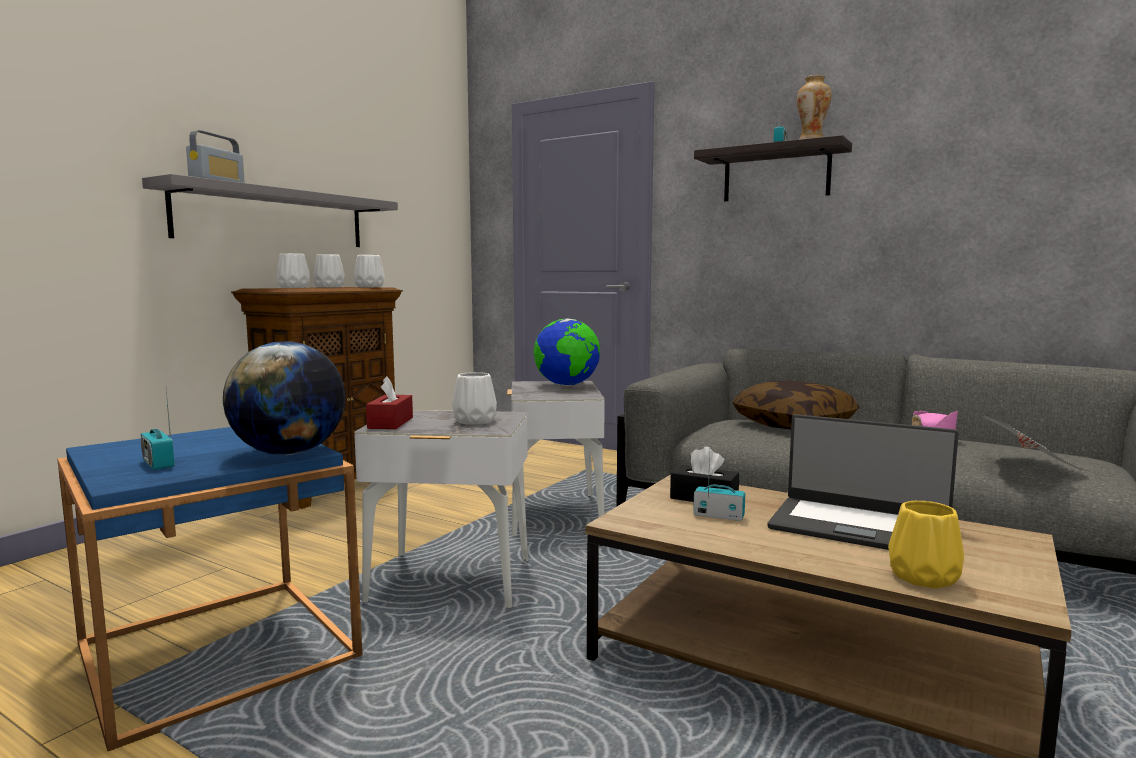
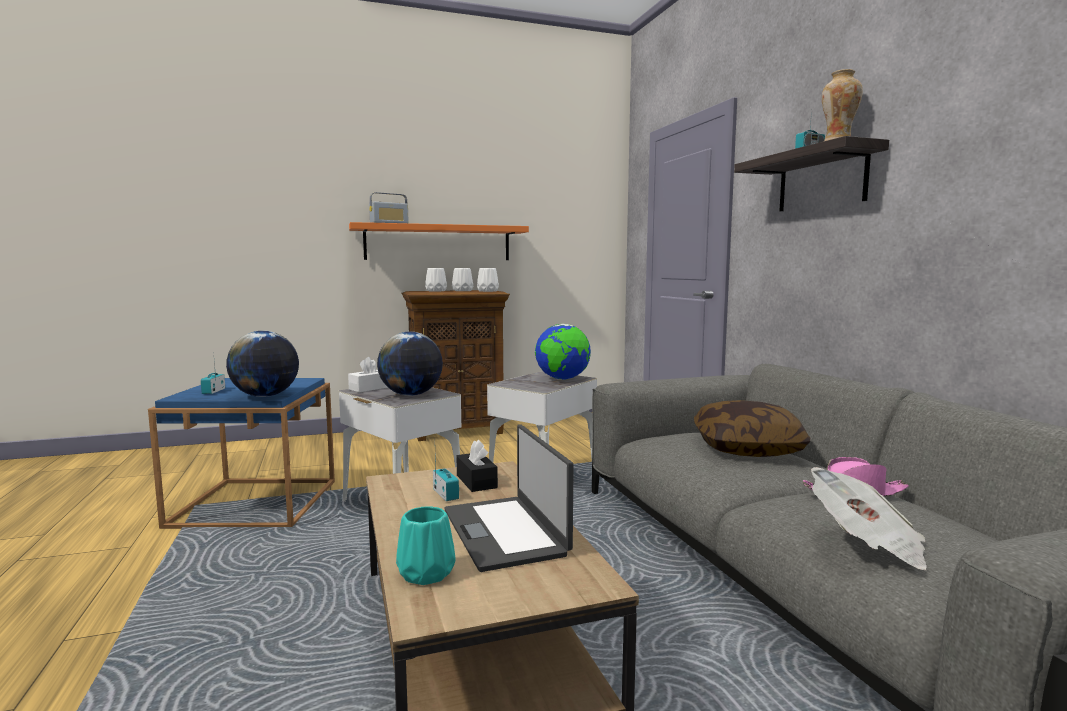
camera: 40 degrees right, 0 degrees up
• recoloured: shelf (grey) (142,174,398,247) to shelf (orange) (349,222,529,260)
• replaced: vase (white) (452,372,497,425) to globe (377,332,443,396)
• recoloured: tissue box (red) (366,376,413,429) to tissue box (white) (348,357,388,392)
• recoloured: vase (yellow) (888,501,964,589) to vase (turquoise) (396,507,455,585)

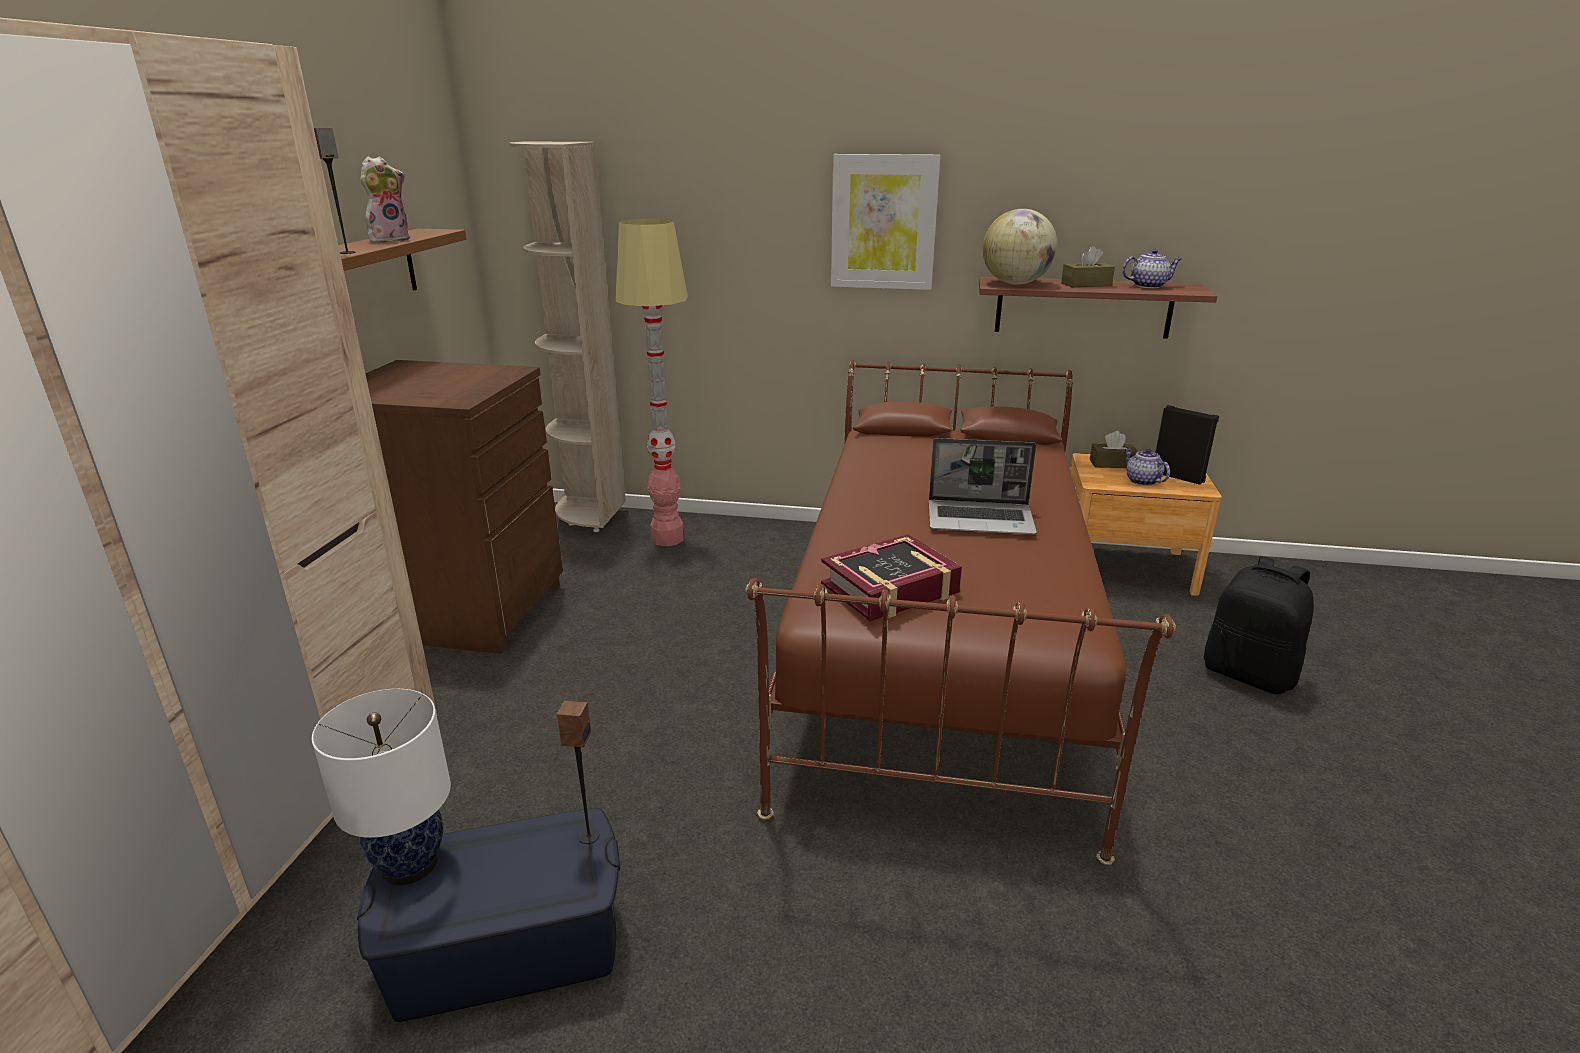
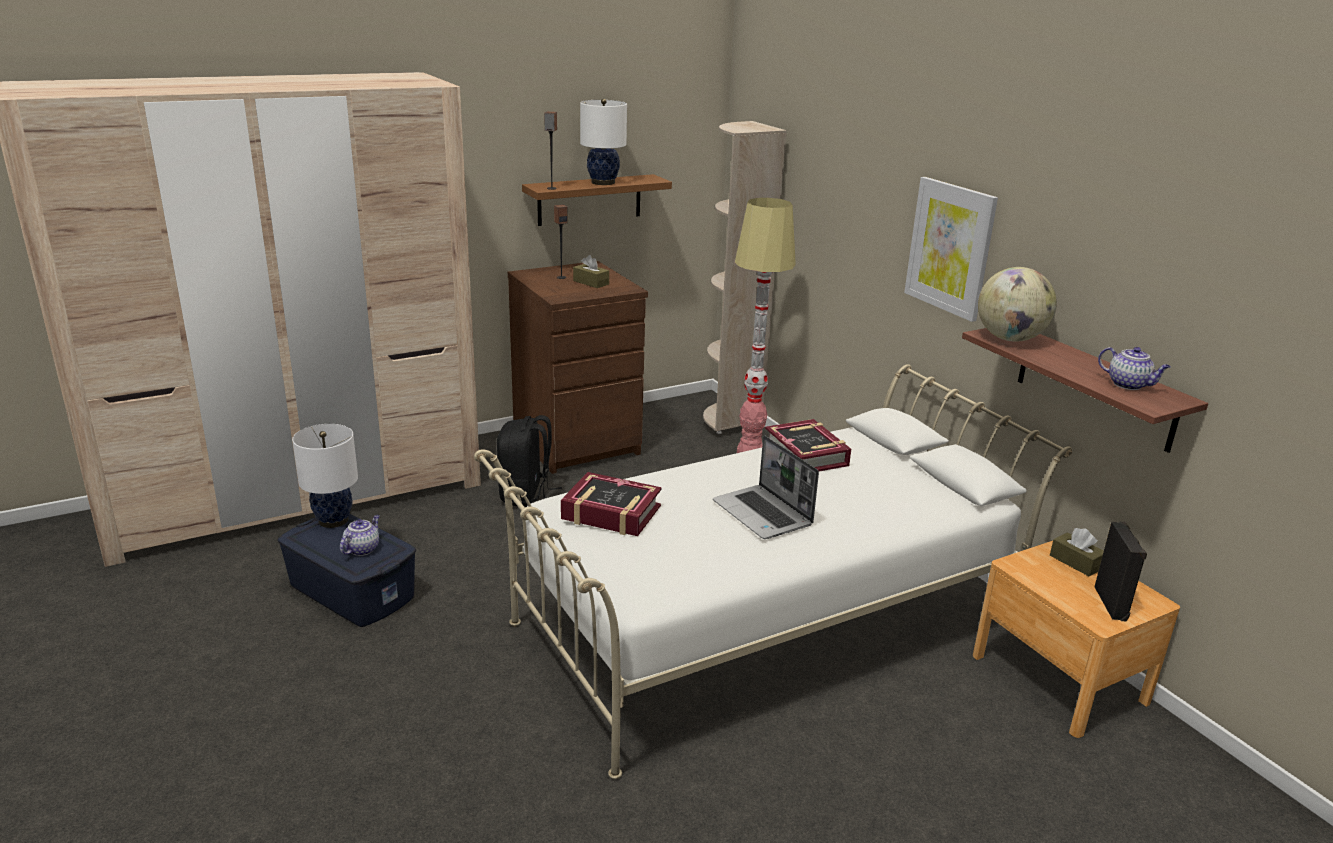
camera: 50 degrees right, 0 degrees up
• replaced: plush toy (360,156,410,243) to table lamp (white) (580,99,627,185)
• moved: tissue box (brown) (1061,246,1115,287) to (573,255,609,288)
• recoloured: bed (brown) (745,360,1176,866) to bed (white) (474,364,1072,779)
• moved: teapot (1124,449,1170,486) to (340,515,380,556)
• moved: backpack (black) (1204,556,1314,695) to (497,415,562,507)
• moved: speaker (556,701,599,844) to (554,204,568,279)
• added: book (765,419,851,471)

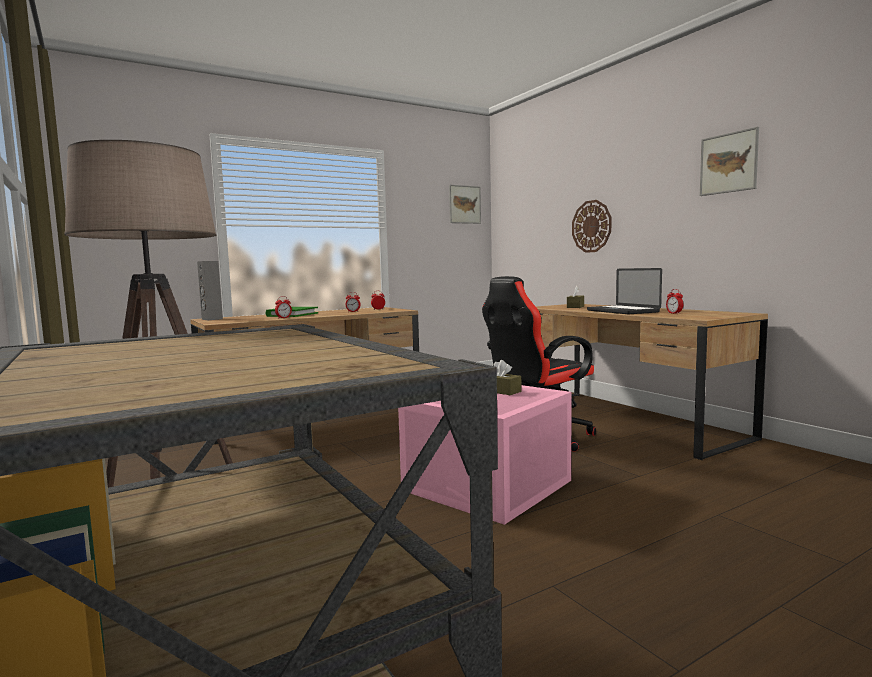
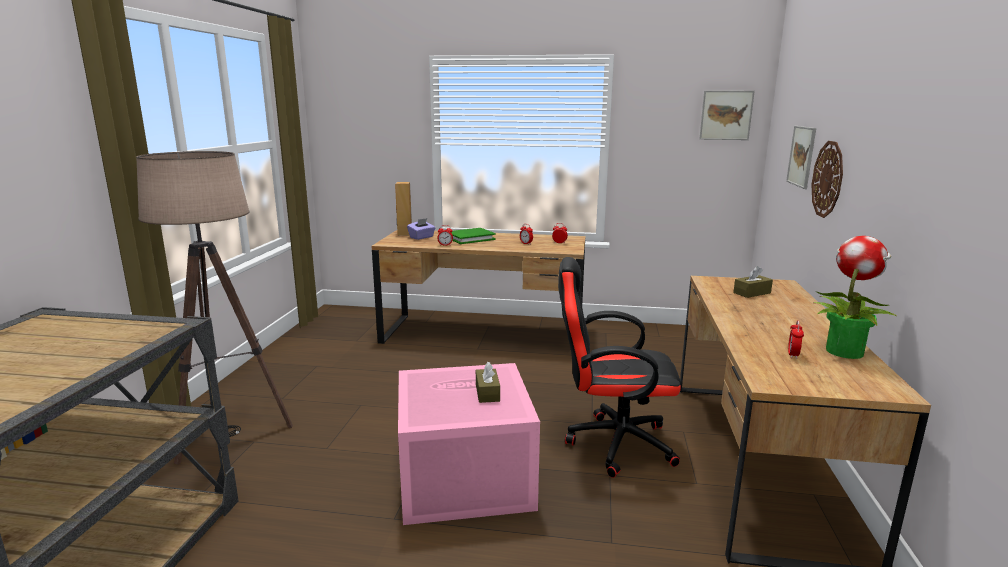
camera: 40 degrees right, 10 degrees up
• moved: picture (700,127,759,196) to (786,126,816,189)
• recoloured: speaker (grey) (197,261,223,320) to speaker (brown) (395,182,412,236)
• removed: laptop (587,268,662,314)
• added: tissue box (purple) (407,218,436,240)
• added: potted plant (814,236,898,359)

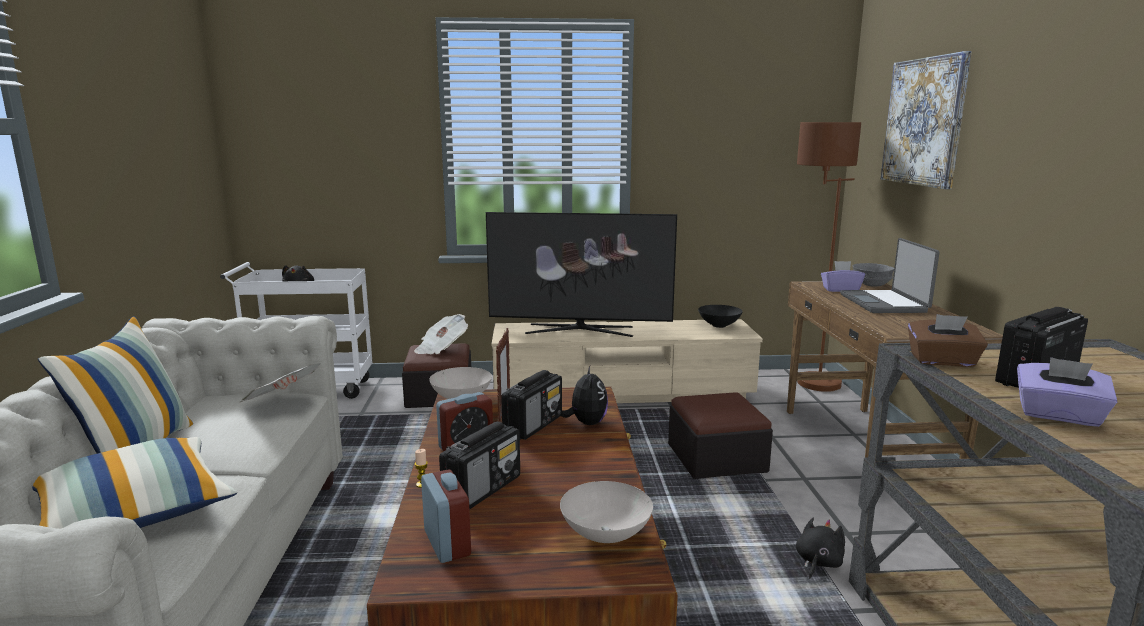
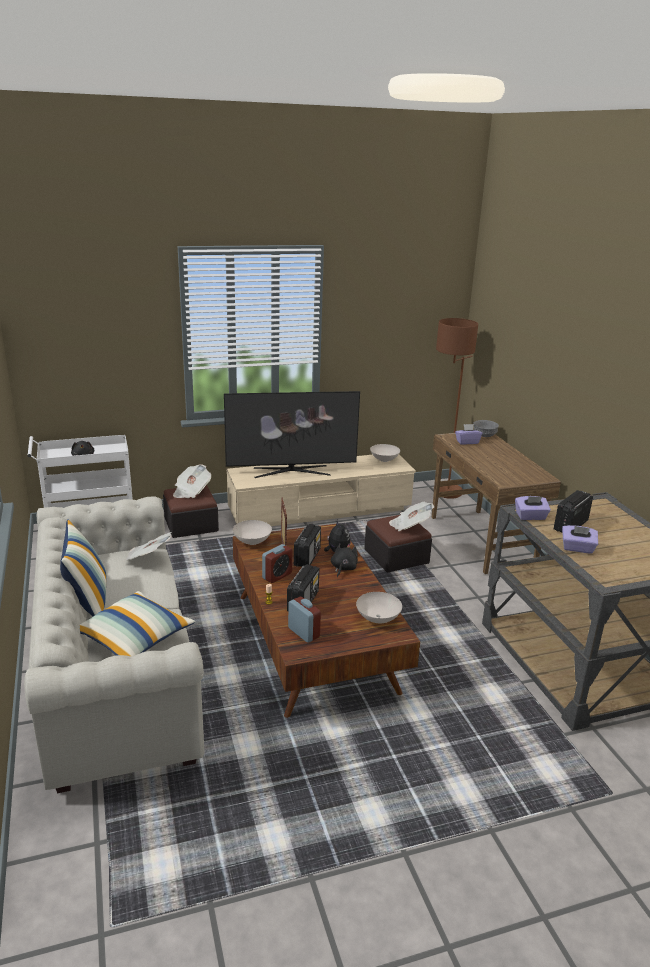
camera: 15 degrees left, 10 degrees up
• removed: picture (881,51,972,189)
• removed: laptop (840,238,940,313)
• recoloured: bowl (black) (698,305,743,328) to bowl (white) (370,444,400,462)
• recoloured: tissue box (brown) (908,314,988,367) to tissue box (purple) (515,496,551,520)
• moved: plush toy (black) (796,518,845,579) to (331,543,358,577)
• added: newspaper (389,501,434,531)

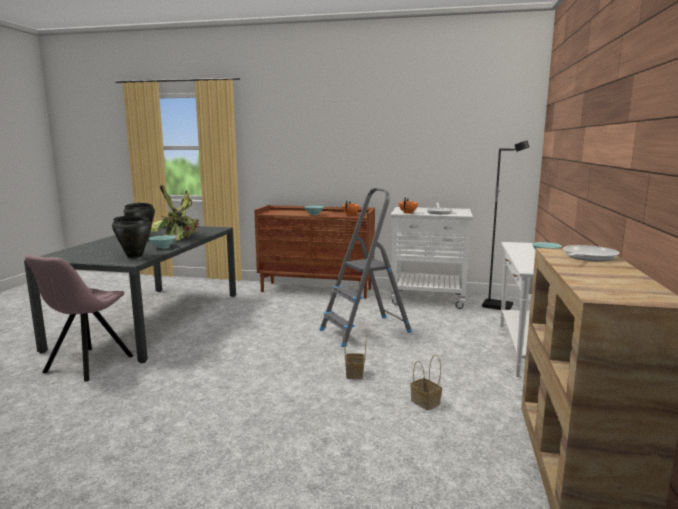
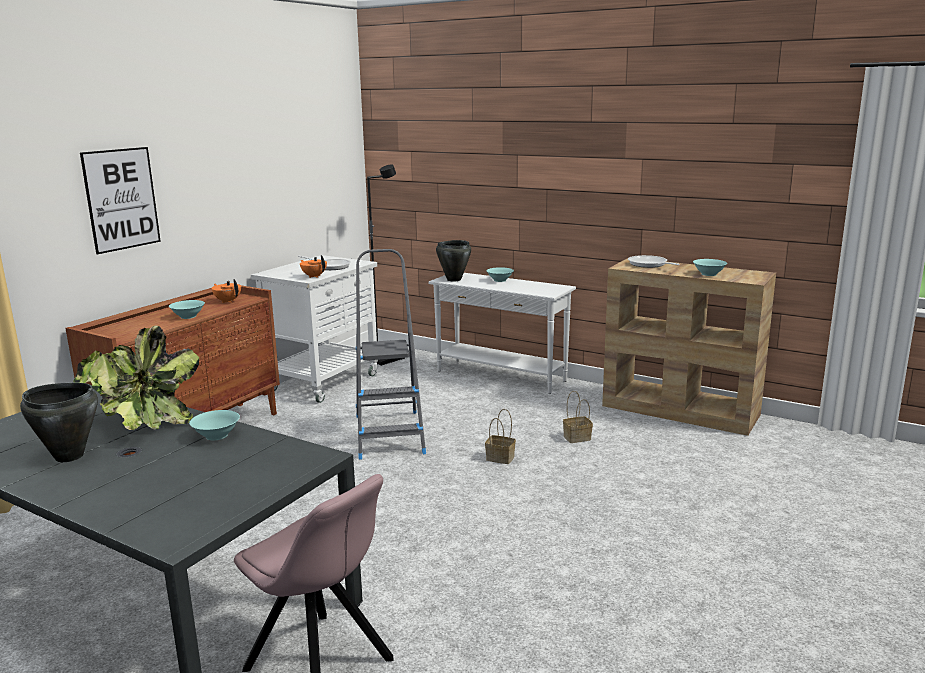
camera: 70 degrees left, 5 degrees up
• moved: cooking pot (black) (112,216,152,258) to (436,240,471,282)
• added: picture (80,147,161,254)
• added: bowl (turquoise) (693,259,727,276)

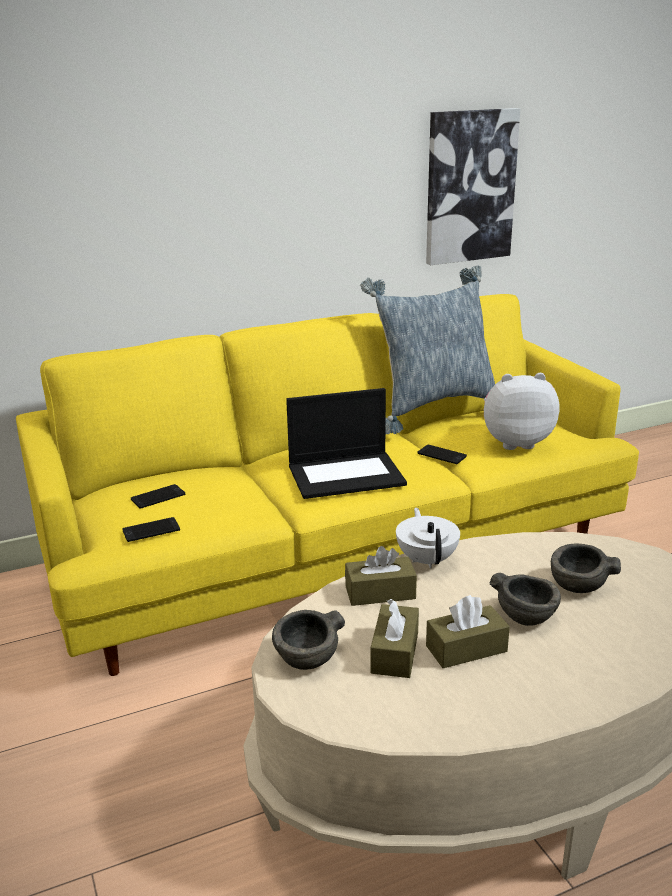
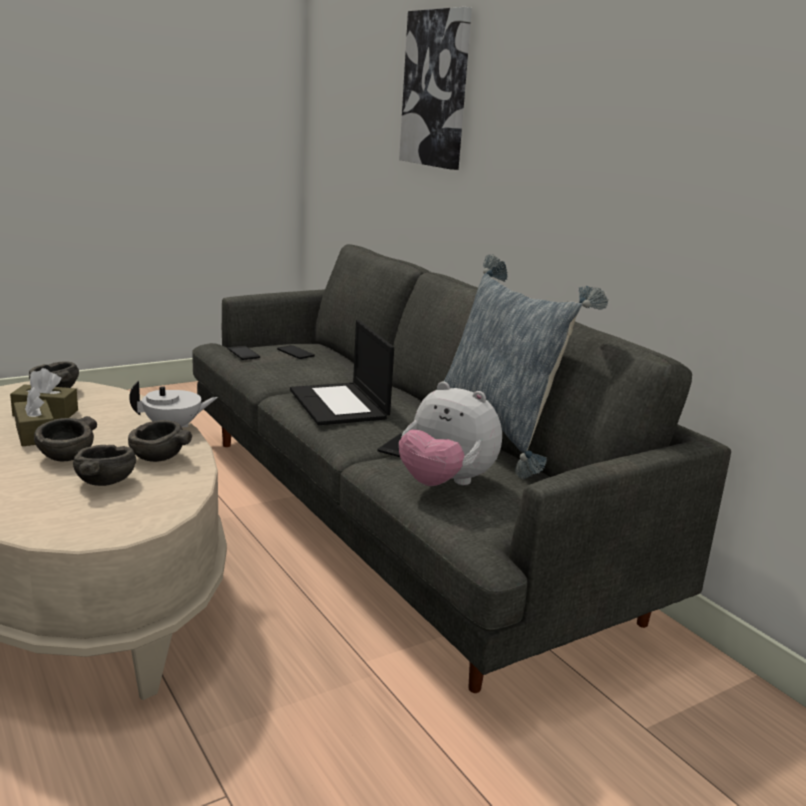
camera: 80 degrees right, 5 degrees down
• moved: picture (426,108,520,265) to (399,7,472,170)
• recoloured: sofa (yellow) (16,294,639,676) to sofa (grey) (192,244,731,693)
• turned: plush toy (484,373,559,450) = (399,381,502,486) 135 degrees clockwise
• removed: tissue box (brown) (345,546,417,606)
• added: bowl (grey) (128,420,192,462)

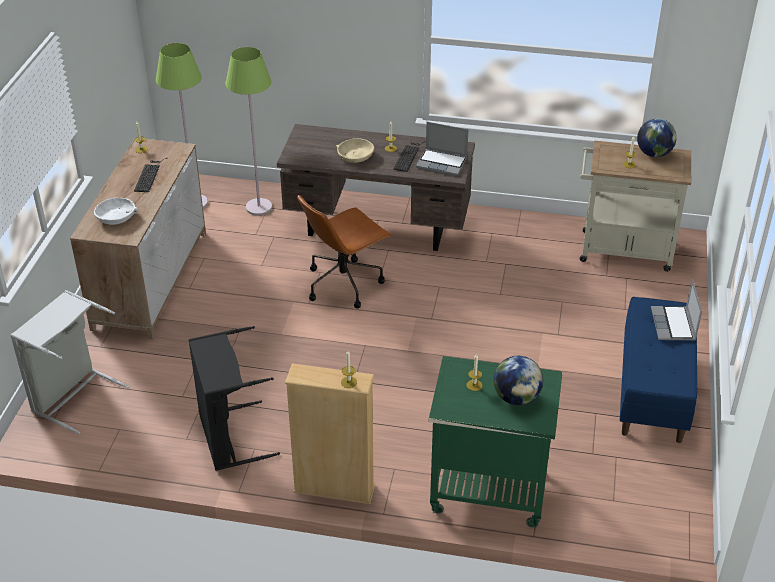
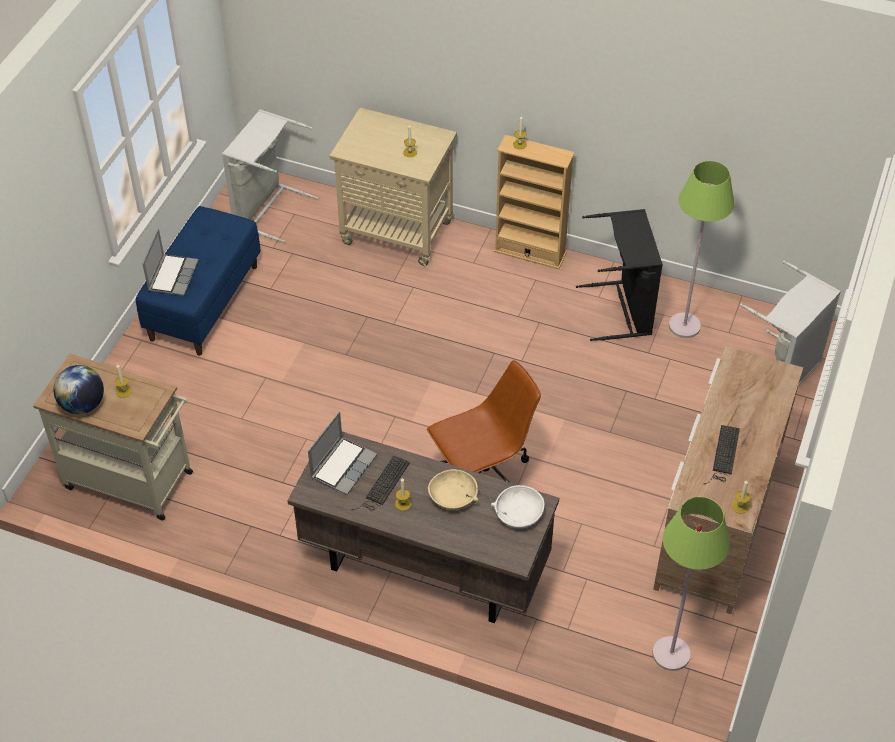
camera: 170 degrees left, 10 degrees up
• moved: floor lamp (green) (225,47,272,216) to (669,161,734,338)
• turned: laptop (416,122,468,176) = (308,411,377,495) 90 degrees clockwise
• moved: bowl (white) (94,198,138,225) to (491,485,544,528)
• recoloured: cart (green) (429,356,562,529) to cart (beige) (330,108,457,266)
• removed: globe (493,356,543,405)
• added: laundry basket (grey) (222,109,318,243)

